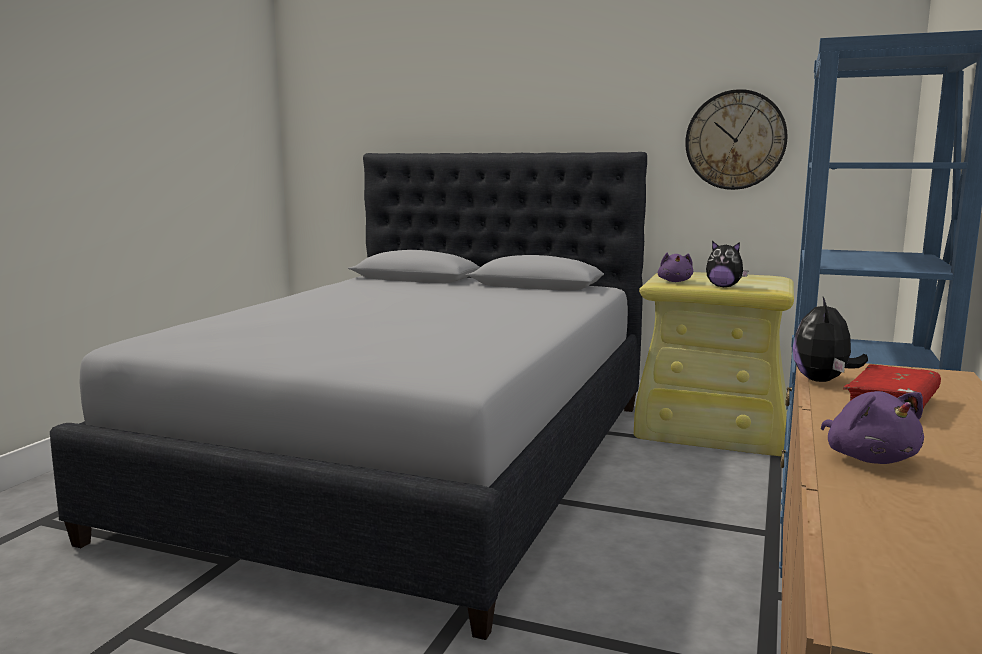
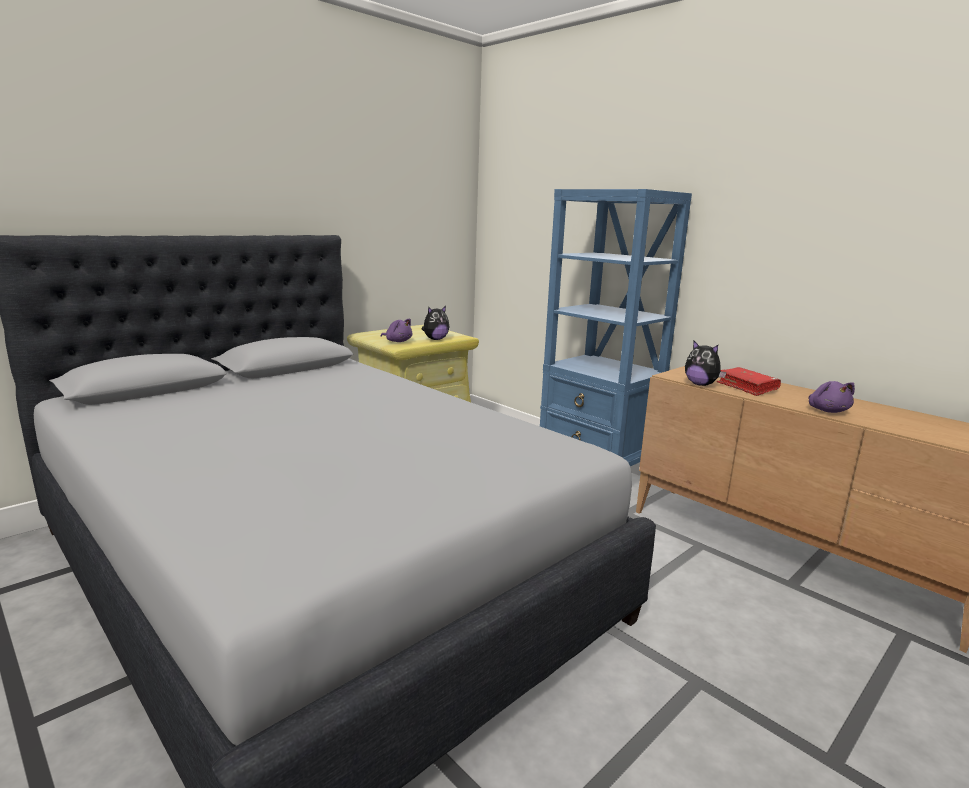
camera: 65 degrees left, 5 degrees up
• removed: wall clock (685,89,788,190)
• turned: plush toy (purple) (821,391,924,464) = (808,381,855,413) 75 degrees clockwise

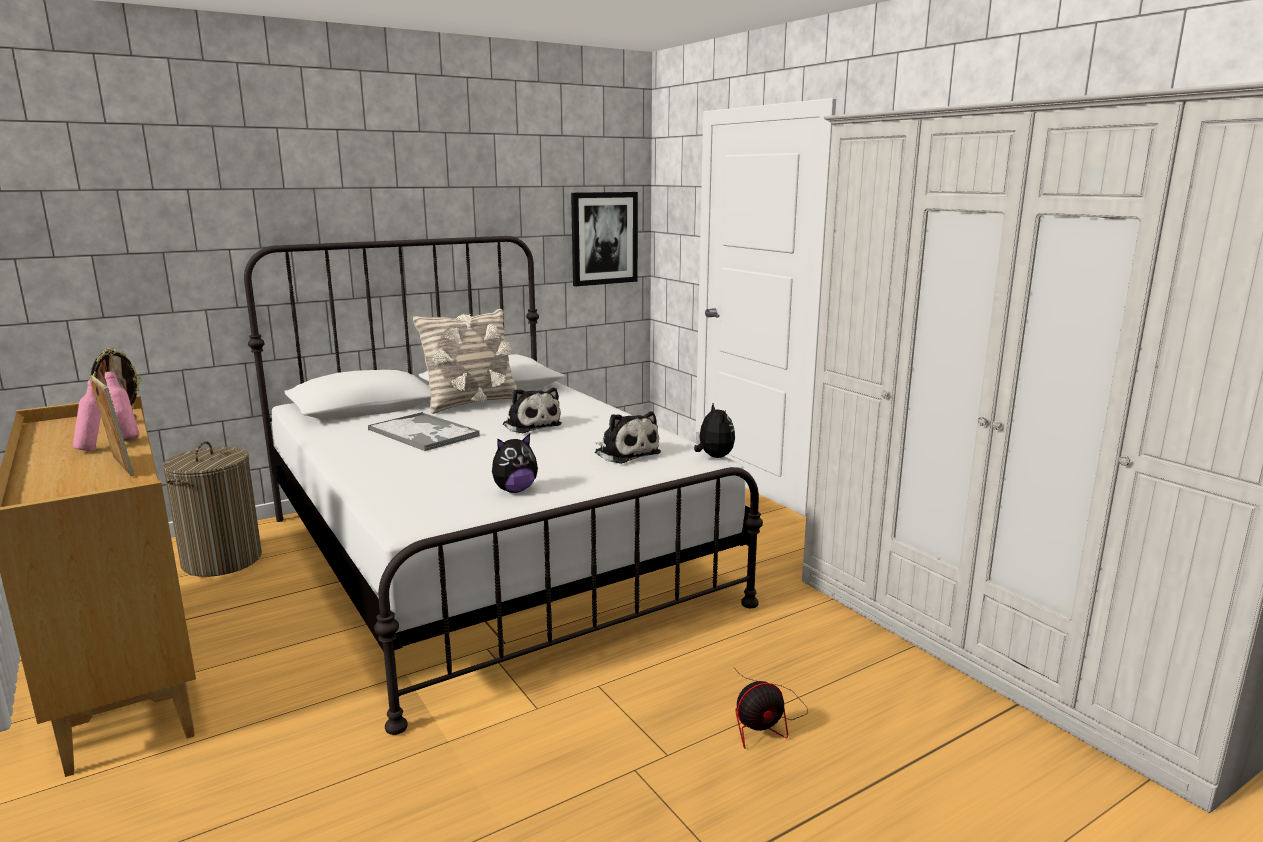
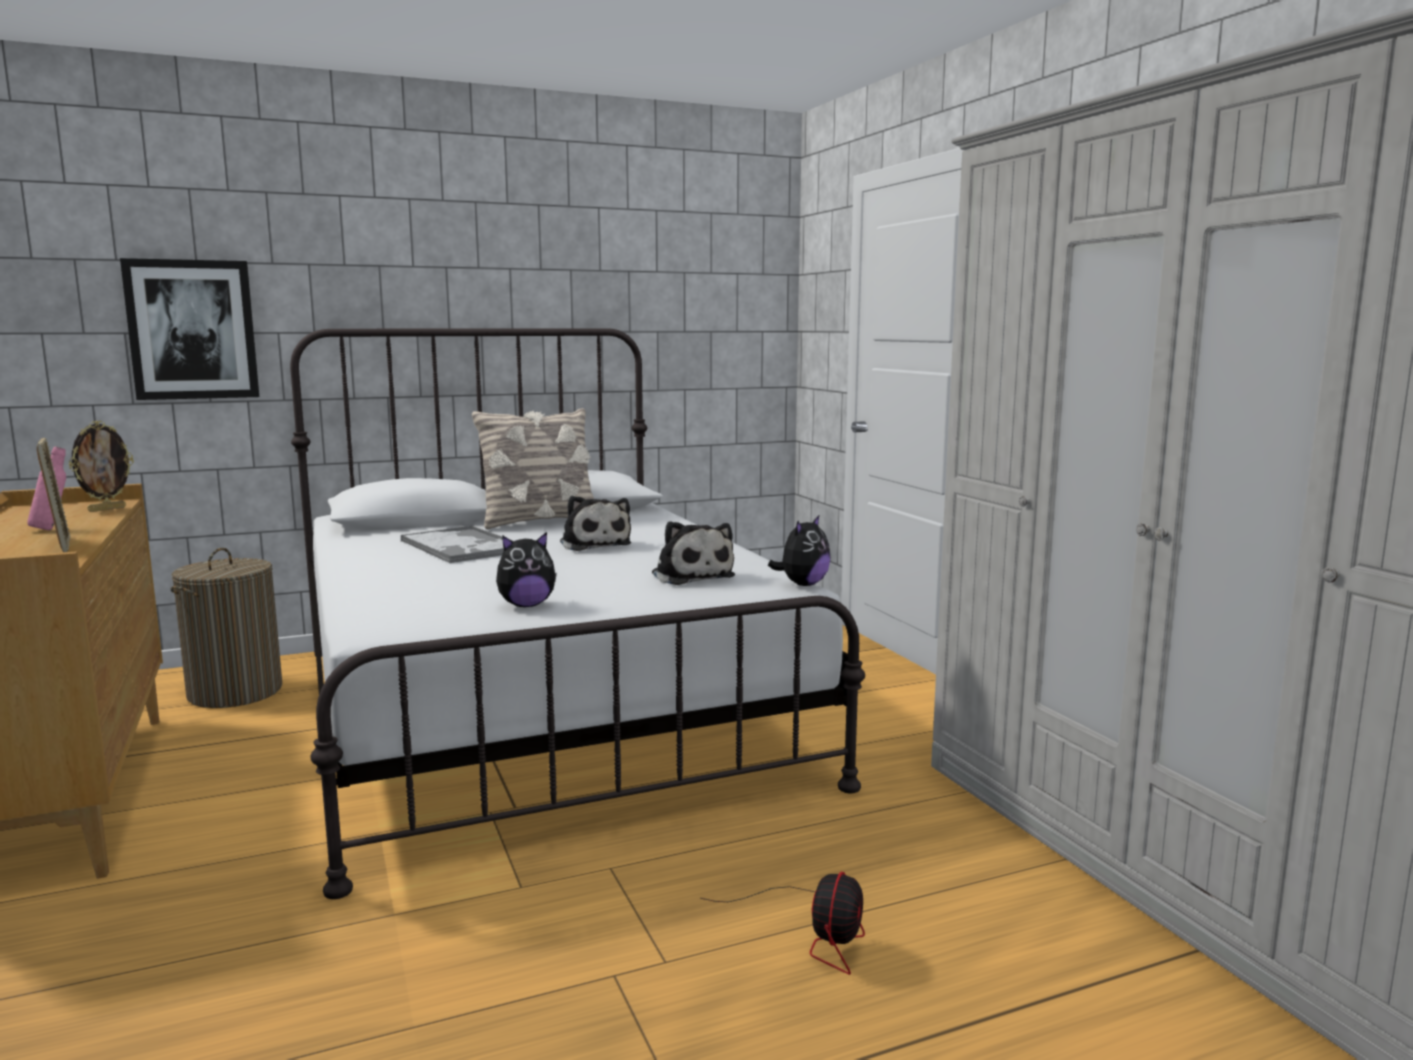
camera: 10 degrees right, 5 degrees down
• moved: picture (571,192,638,286) to (120,258,259,400)
• removed: bottle (pink) (105,371,139,440)
• turned: plush toy (694,402,735,458) = (768,514,830,586) 45 degrees clockwise
• turned: fan (734,668,808,749) = (700,872,865,975) 60 degrees counterclockwise

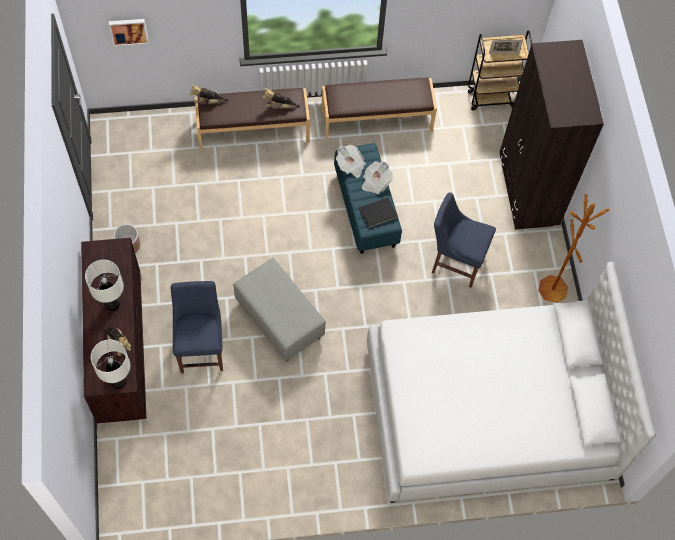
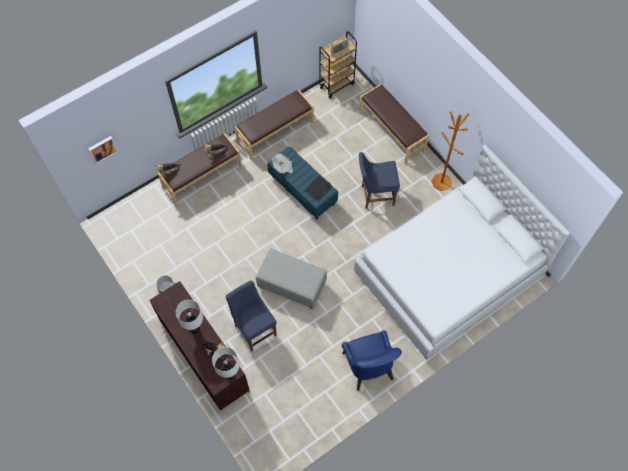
camera: 25 degrees left, 0 degrees up
• replaced: wardrobe (brown) (499,40,604,230) to bench (brown) (359,84,429,164)
• removed: newspaper (362,161,393,194)
• added: chair (blue) (342,330,402,391)

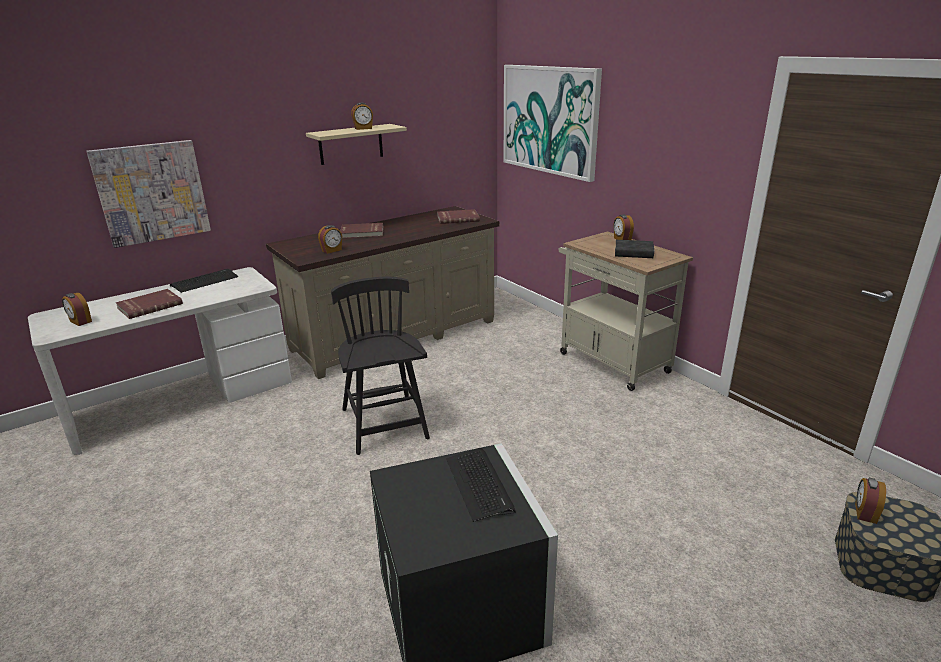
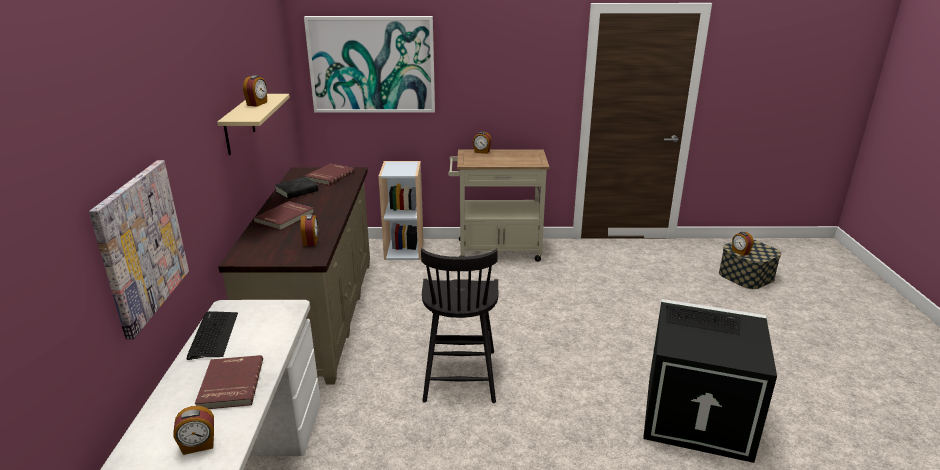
camera: 55 degrees left, 0 degrees up
• moved: book (black) (615,240,654,258) to (275,177,318,199)
• turned: chair (black) (331,277,430,455) = (421,248,498,403) 105 degrees counterclockwise
• added: bookcase (378,161,424,260)

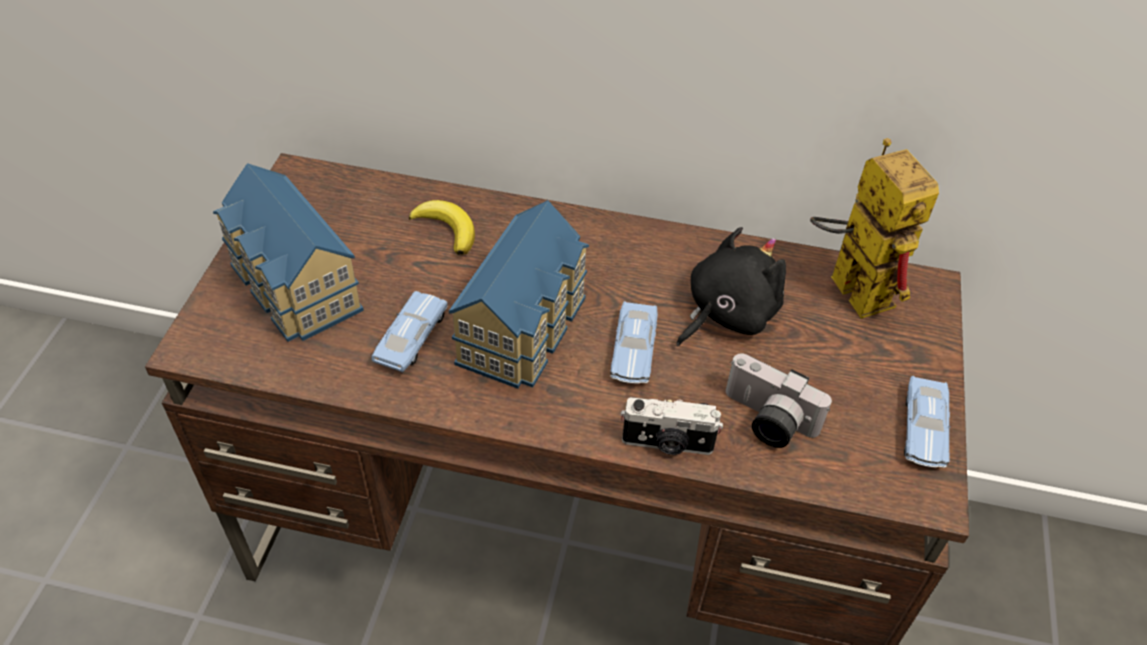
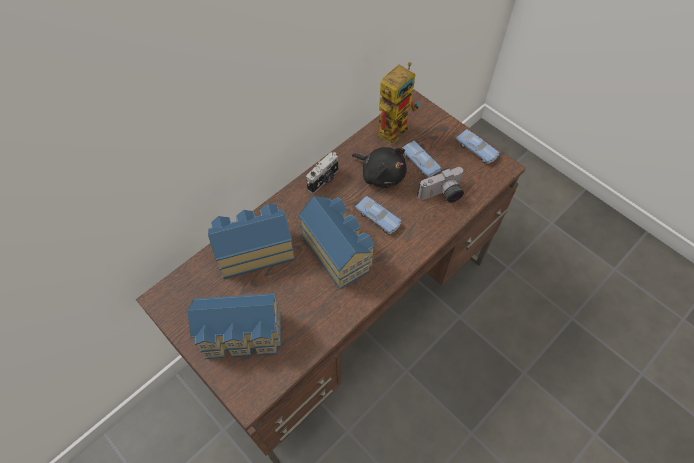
camera: 55 degrees left, 10 degrees up
• turned: toy robot (810,138,939,319) = (378,62,420,145) 120 degrees clockwise
• replaced: banana (409,200,475,255) to toy house (208,204,295,279)
• turned: plush toy (black) (677,227,786,346) = (352,147,407,188) 135 degrees clockwise
• moved: toy car (blue) (371,291,448,372) to (402,141,442,177)
• moved: photo camera (621,397,723,455) to (306,152,338,194)

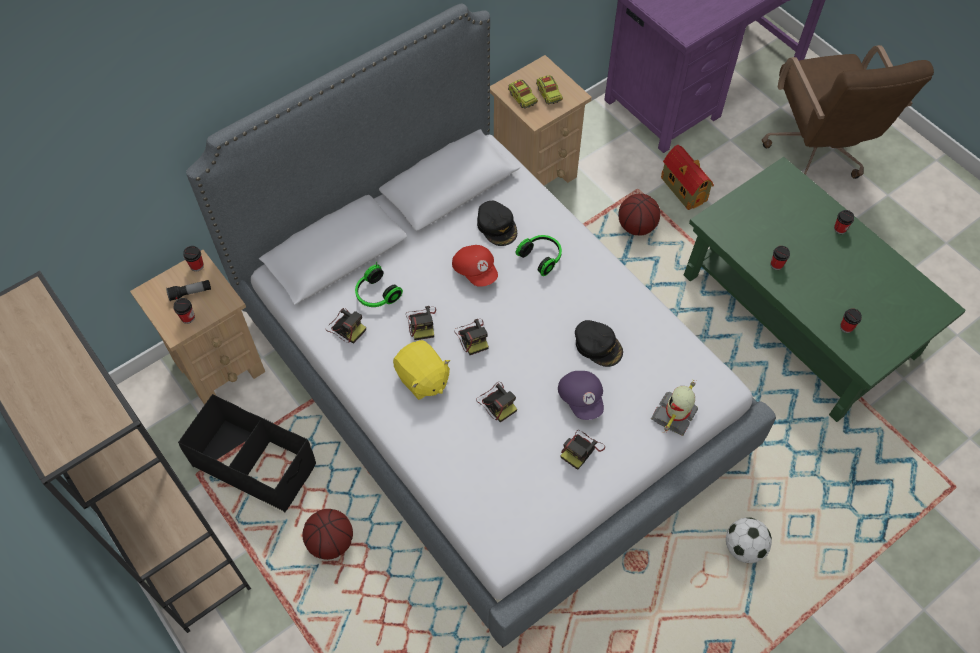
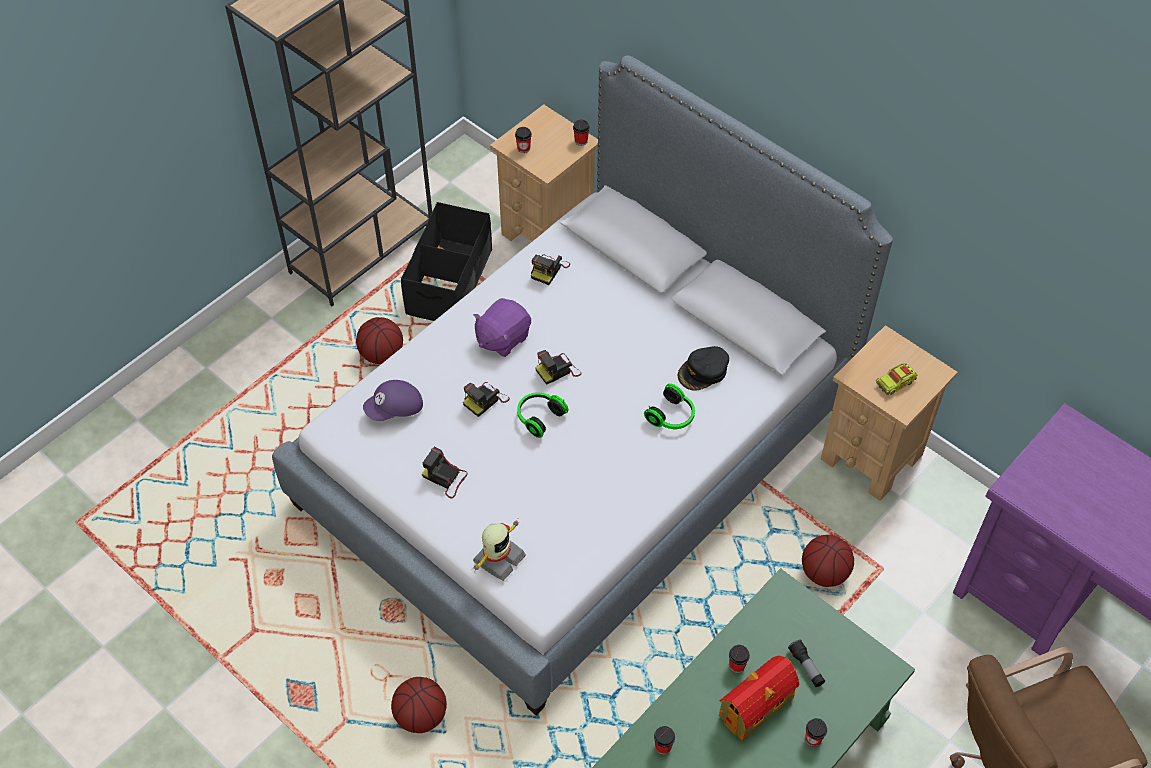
camera: 80 degrees right, 5 degrees down
• removed: toy truck (508,79,538,109)
• moved: toy house (661,145,714,210) to (719,656,799,741)
• removed: cap (red) (452,245,498,287)
• moved: headphones (355,262,403,307) to (517,392,568,438)
• moved: flashlight (166,280,211,301) to (788,640,825,687)
• removed: photo camera (406,306,436,340)
• removed: cap (black) (575,320,623,367)
• recoloured: plush toy (yellow) (393,340,451,400) to plush toy (purple) (473,298,531,357)
• moved: cap (purple) (558,371,604,420) to (363,380,423,421)
• turned: toy robot (651,380,698,436) = (471,519,526,581) 105 degrees clockwise
• replaced: football (726,518,772,563) to basketball (391,677,447,733)

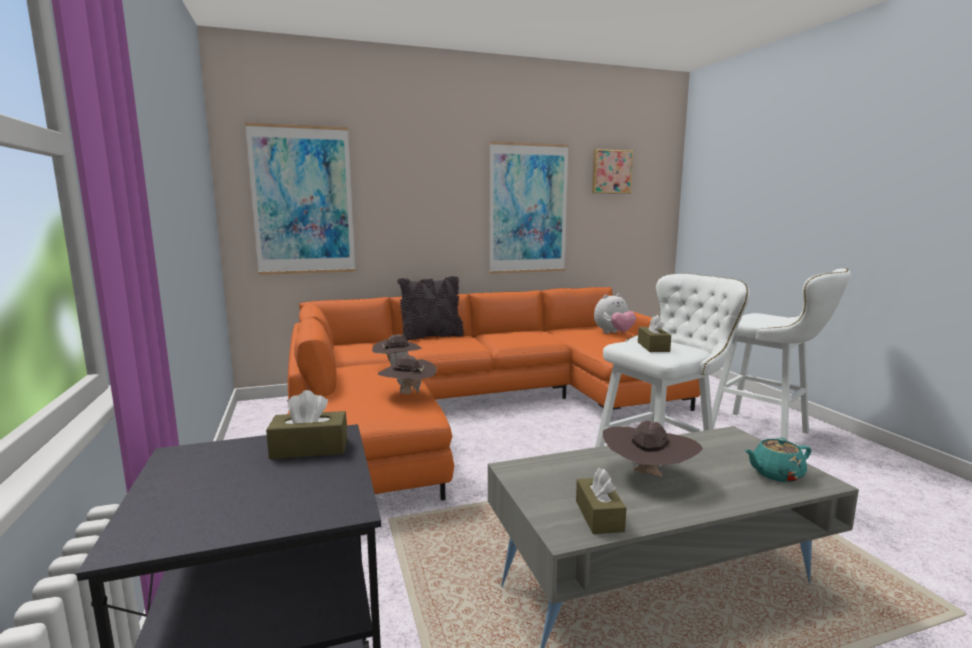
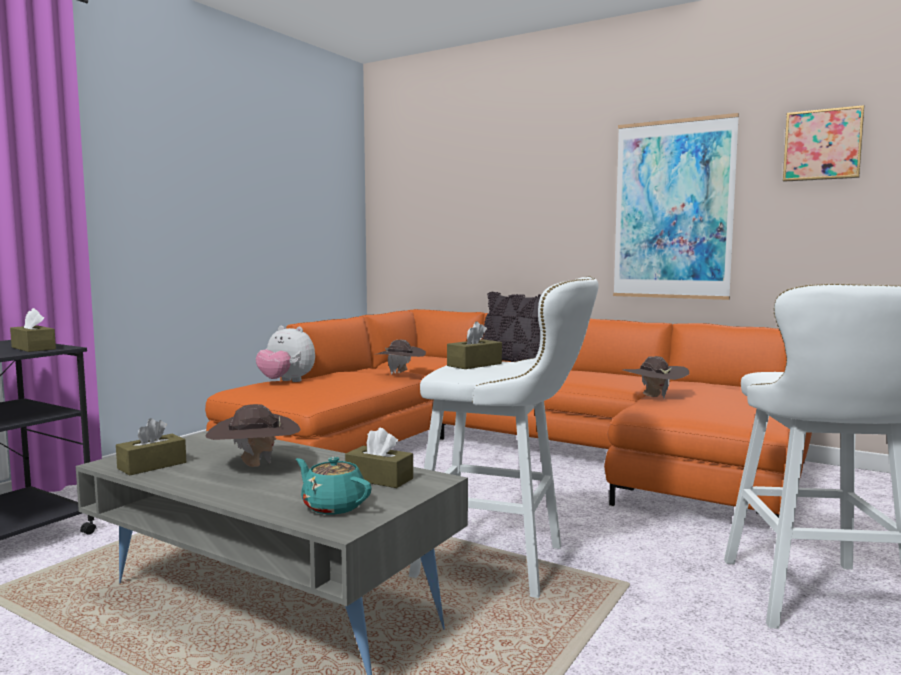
camera: 50 degrees right, 5 degrees down
• removed: picture (245,123,355,275)
• moved: plush toy (594,294,636,333) to (256,326,315,382)
• moved: hat (brown) (377,356,437,394) to (623,356,689,399)
• added: tissue box (brown) (345,428,413,488)

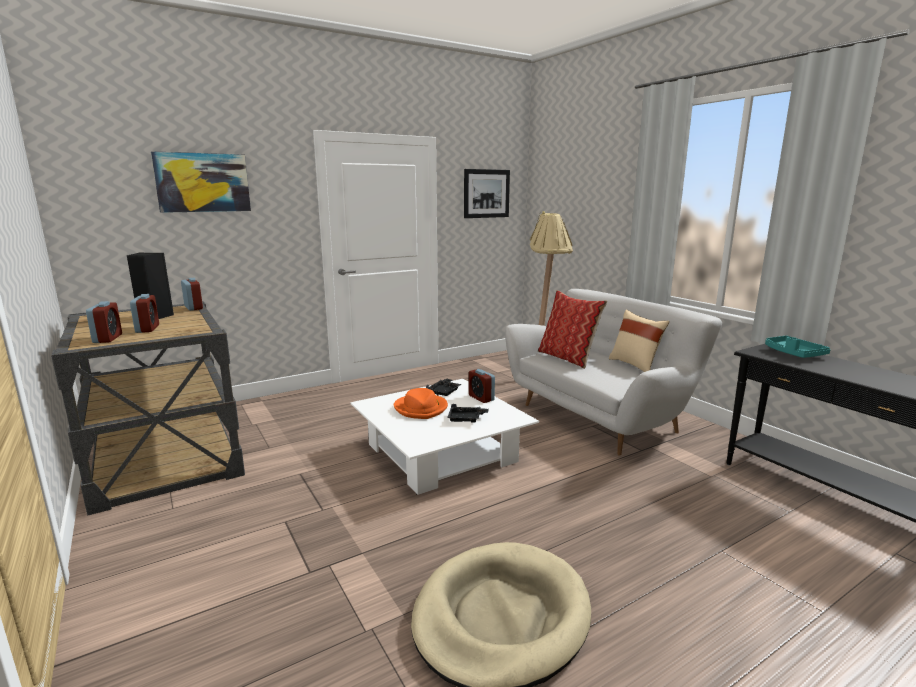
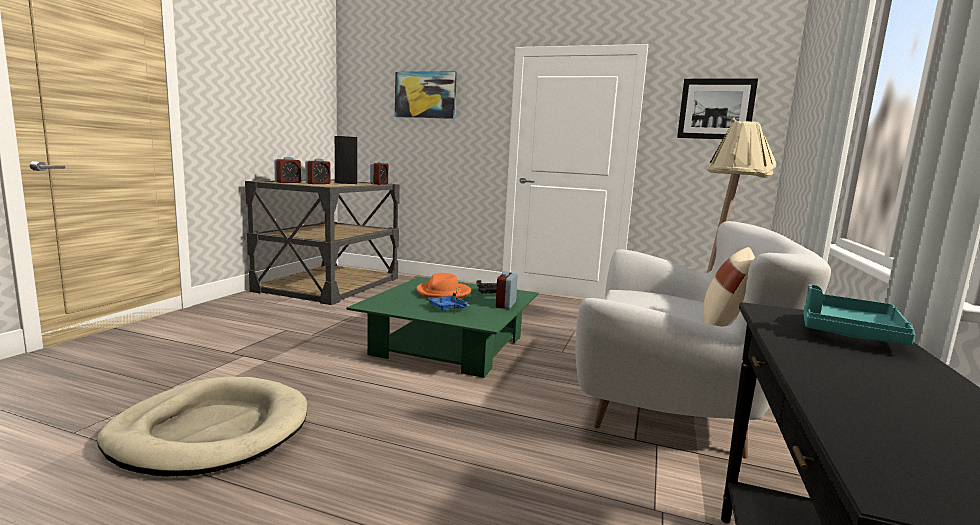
camera: 50 degrees right, 5 degrees down
• removed: pillow (538,290,607,369)
• recoloured: coffee table (white) (350,379,539,495) to coffee table (green) (346,277,538,378)
• recoloured: tray (black) (447,404,489,423) to tray (blue) (427,292,470,311)

